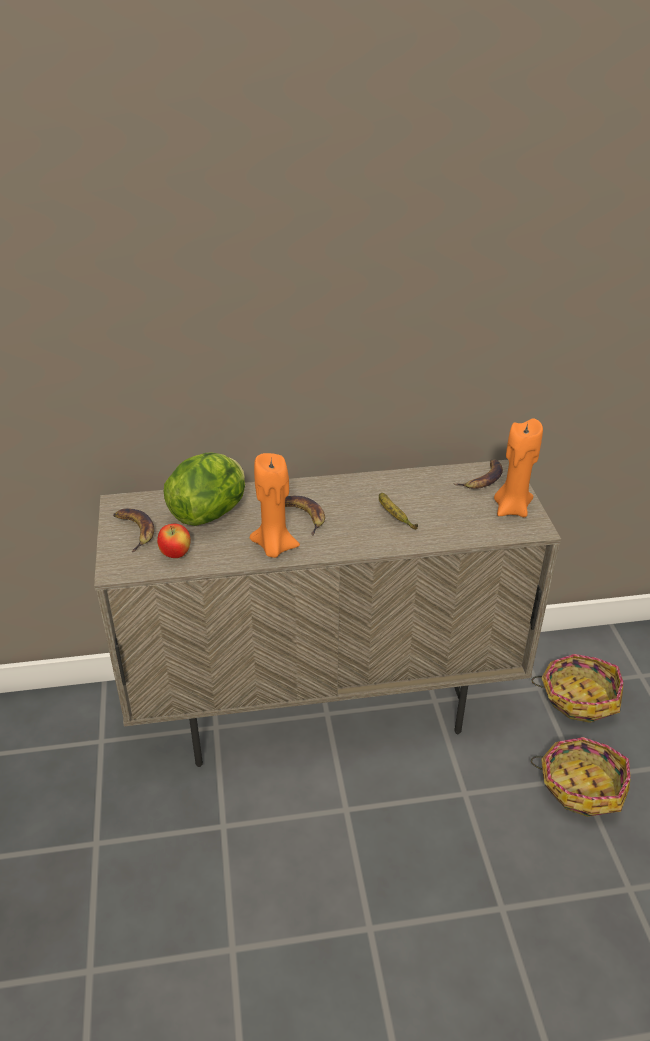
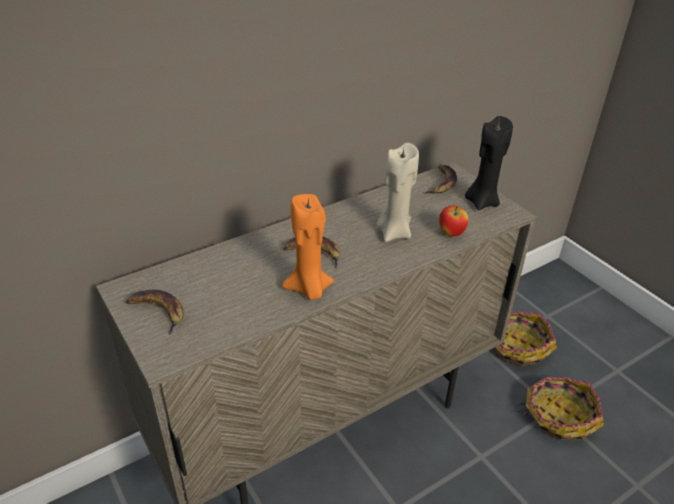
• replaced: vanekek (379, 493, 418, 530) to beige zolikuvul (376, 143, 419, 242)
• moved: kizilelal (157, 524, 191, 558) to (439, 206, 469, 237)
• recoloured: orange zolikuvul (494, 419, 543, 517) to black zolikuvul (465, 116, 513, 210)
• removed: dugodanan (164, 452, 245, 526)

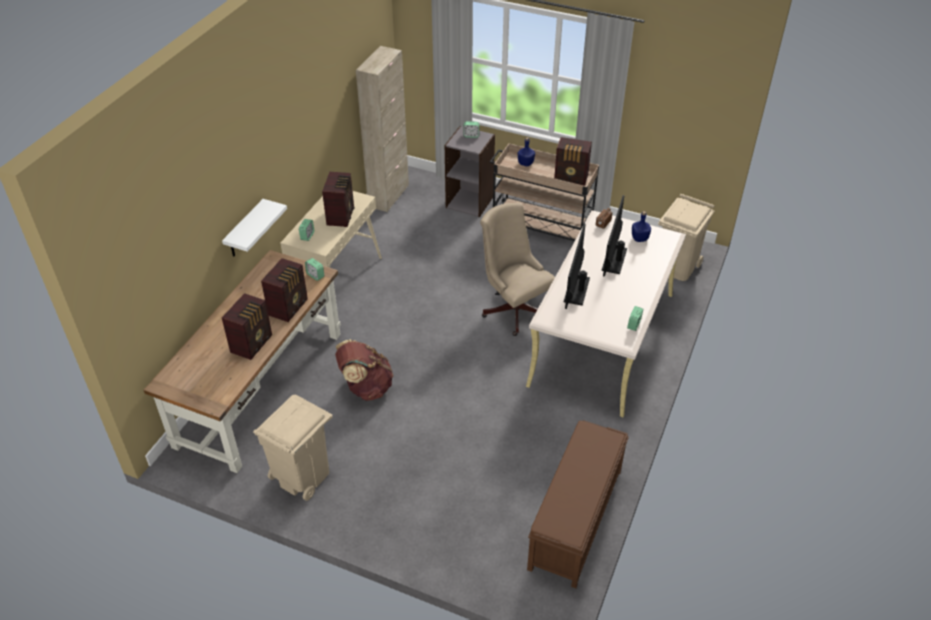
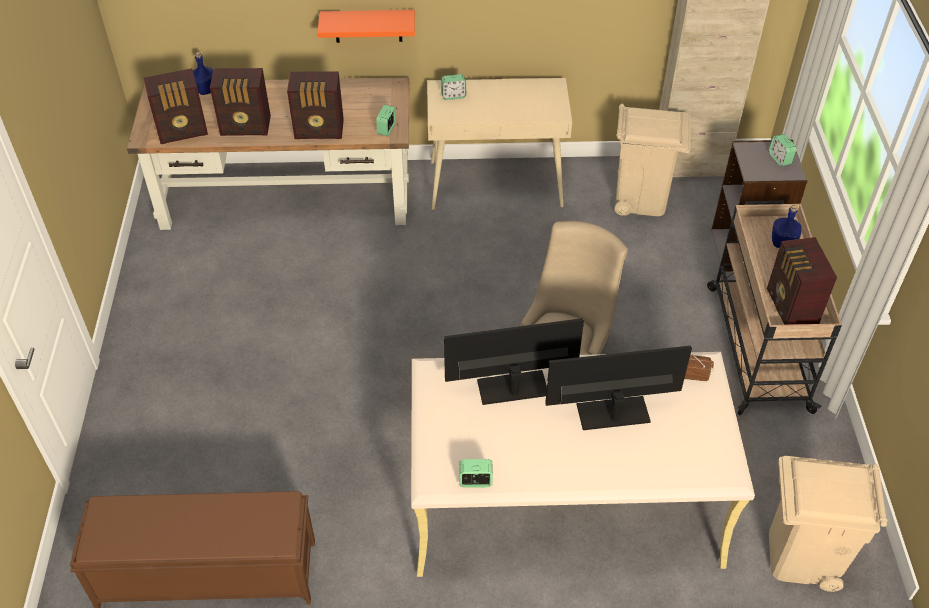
• moved: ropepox (322, 172, 354, 227) to (143, 68, 208, 144)
• moved: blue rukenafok (632, 211, 651, 242) to (193, 52, 214, 95)
• recoloured: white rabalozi (222, 199, 287, 257) to orange rabalozi (317, 10, 415, 43)
• moved: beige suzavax (253, 395, 332, 501) to (615, 104, 691, 216)
• removed: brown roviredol (335, 339, 393, 401)

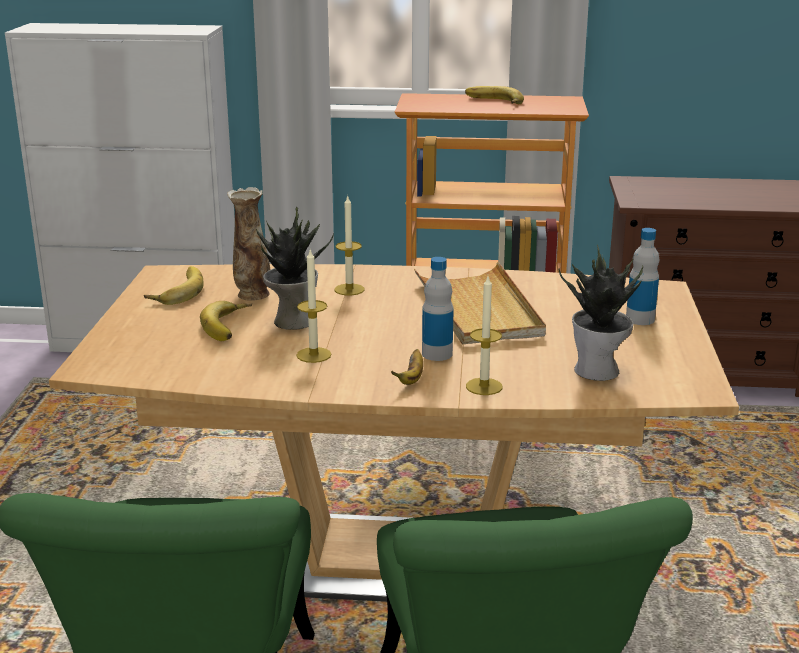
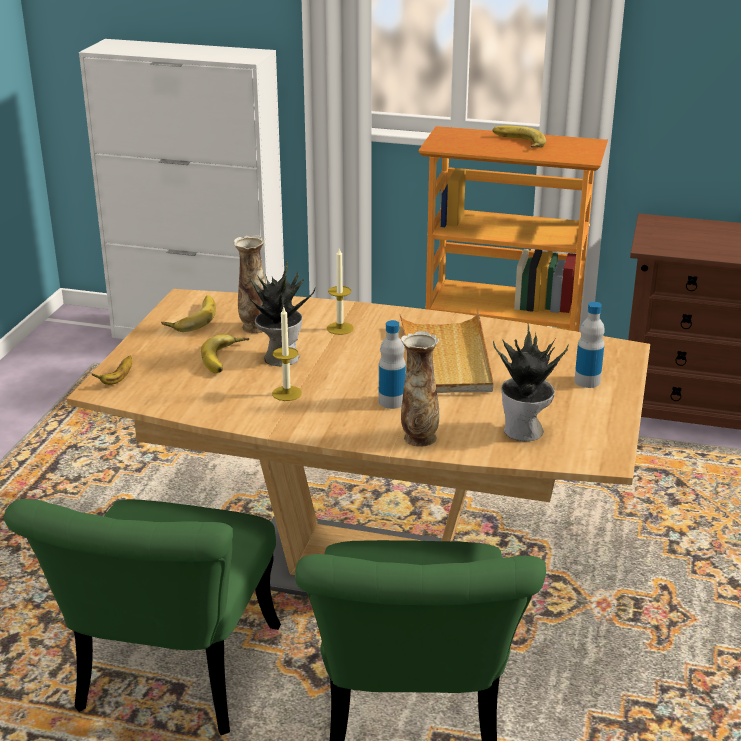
• moved: vanekek (391, 349, 423, 385) to (92, 355, 132, 385)
• replaced: zolikuvul (466, 276, 502, 395) to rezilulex (401, 331, 439, 447)

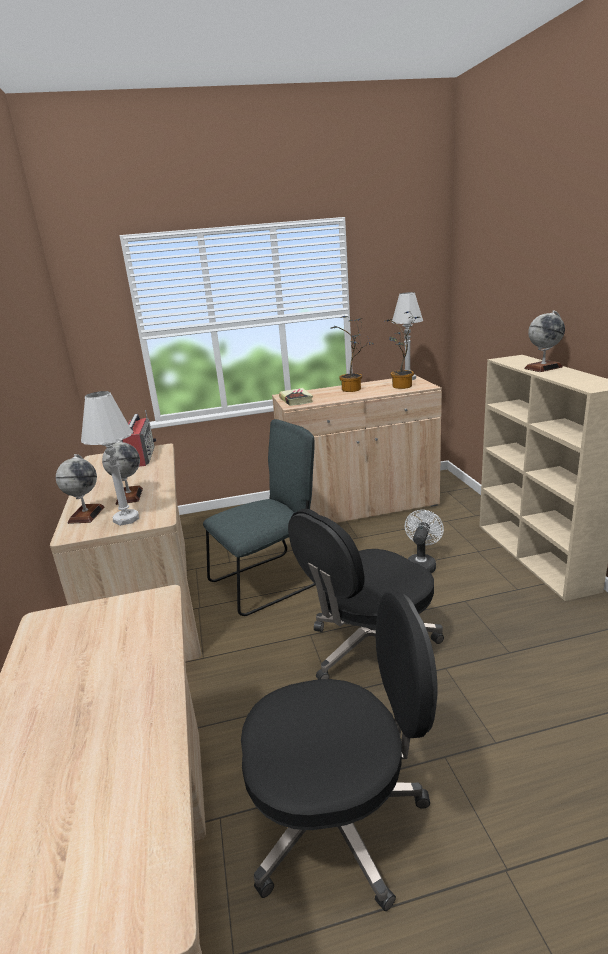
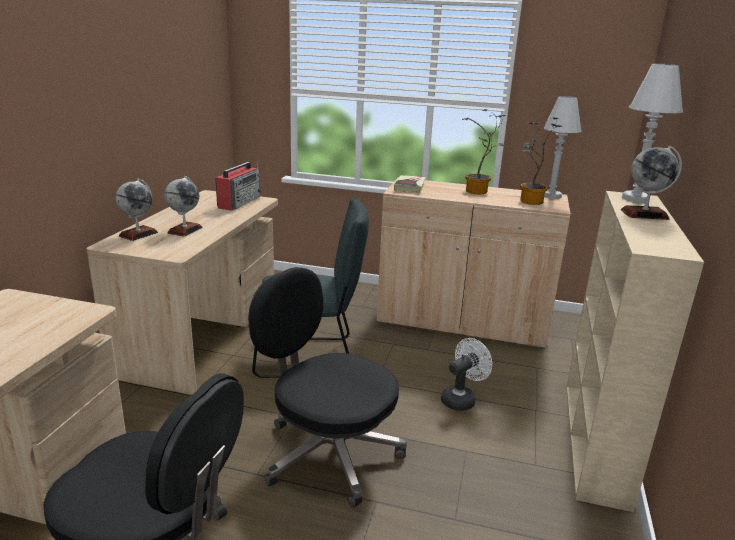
• turned: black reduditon (288, 509, 444, 679) = (248, 267, 407, 507) 45 degrees clockwise
• moved: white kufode (81, 391, 139, 526) to (622, 63, 683, 203)

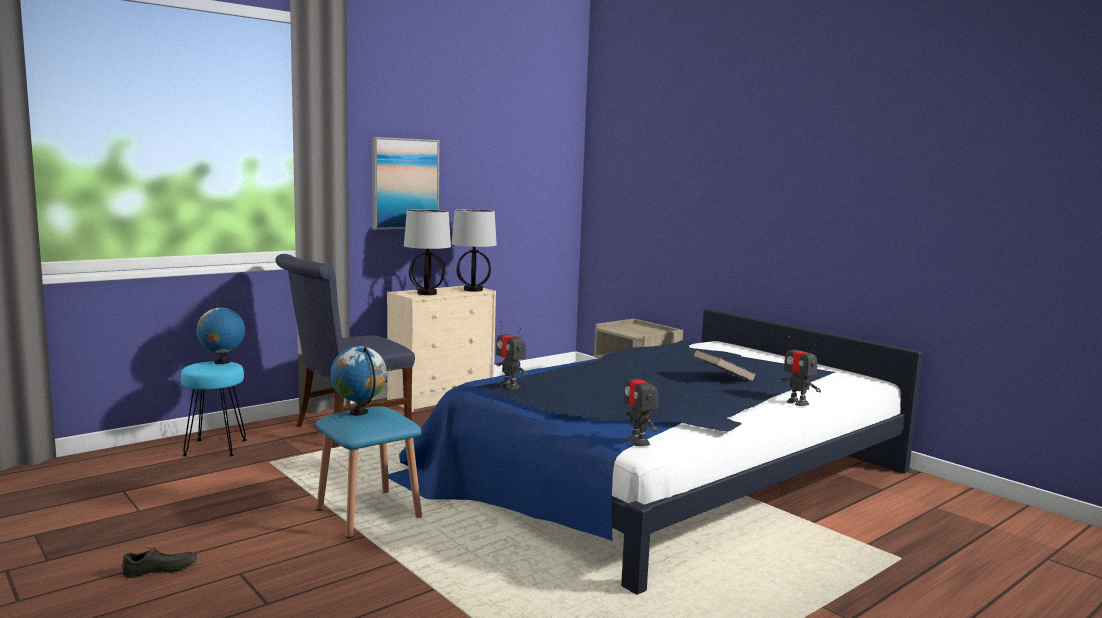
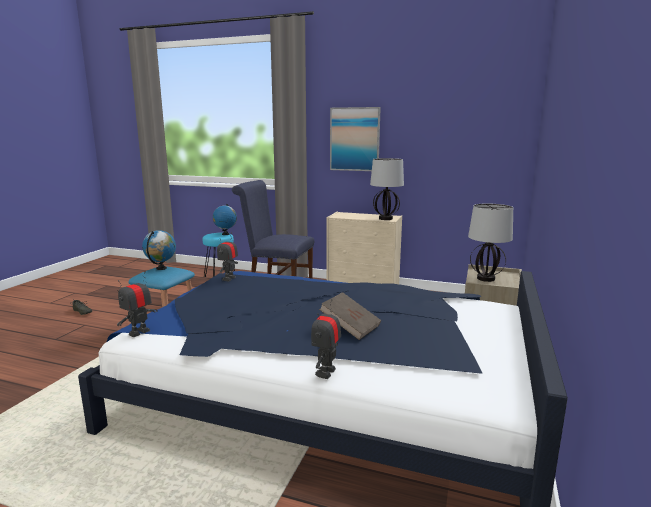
• moved: kufode (404, 209, 451, 295) to (468, 204, 513, 282)

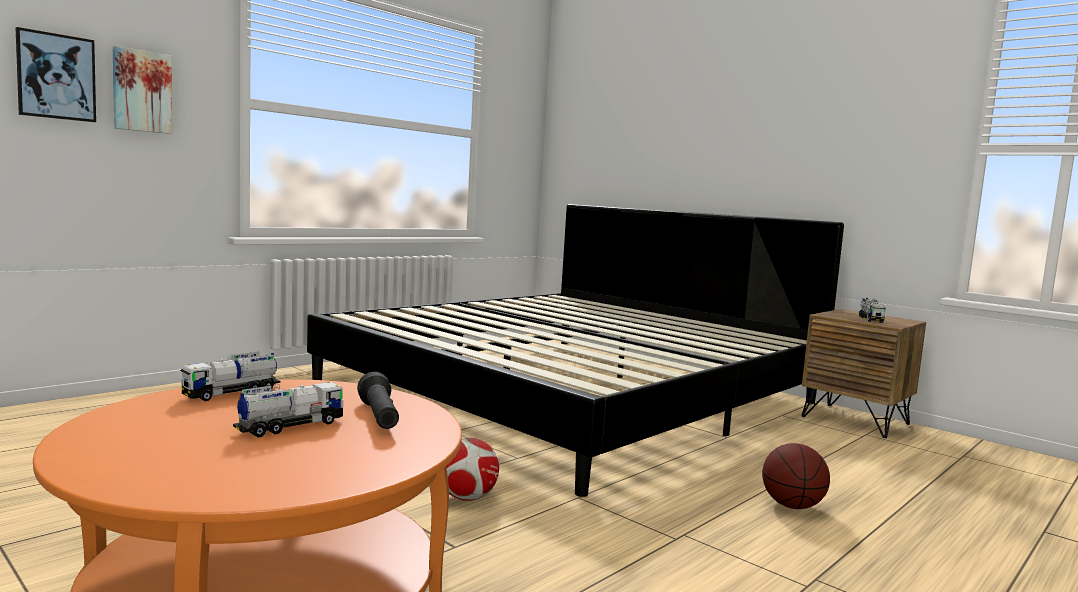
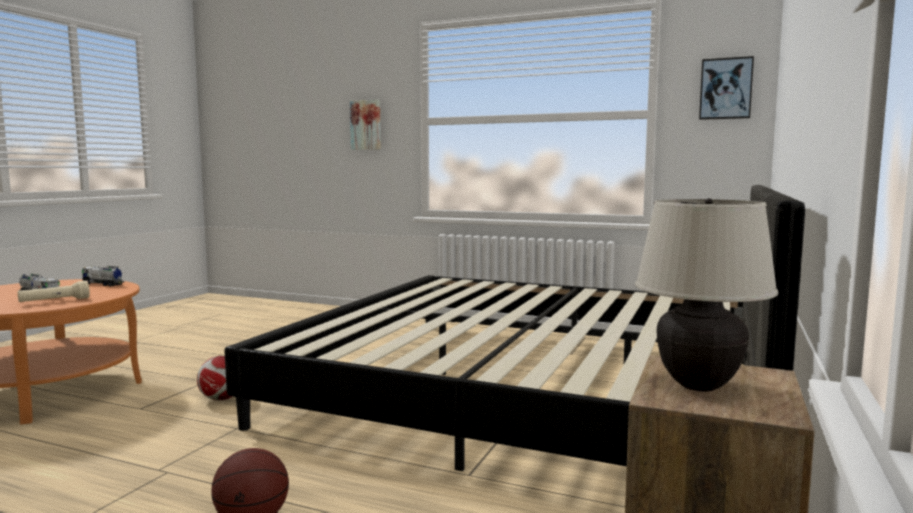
• recoloured: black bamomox (357, 372, 399, 429) to beige bamomox (18, 281, 90, 302)
• replaced: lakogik (859, 298, 886, 323) to beige kufode (635, 198, 778, 392)
• moved: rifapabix (16, 27, 96, 122) to (699, 56, 754, 120)

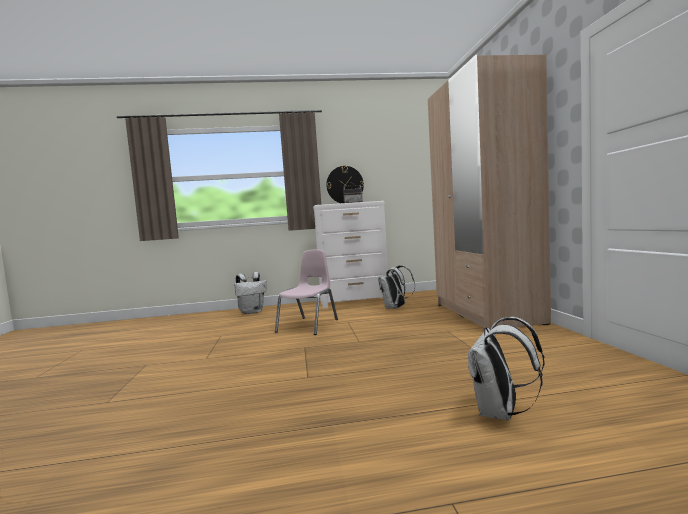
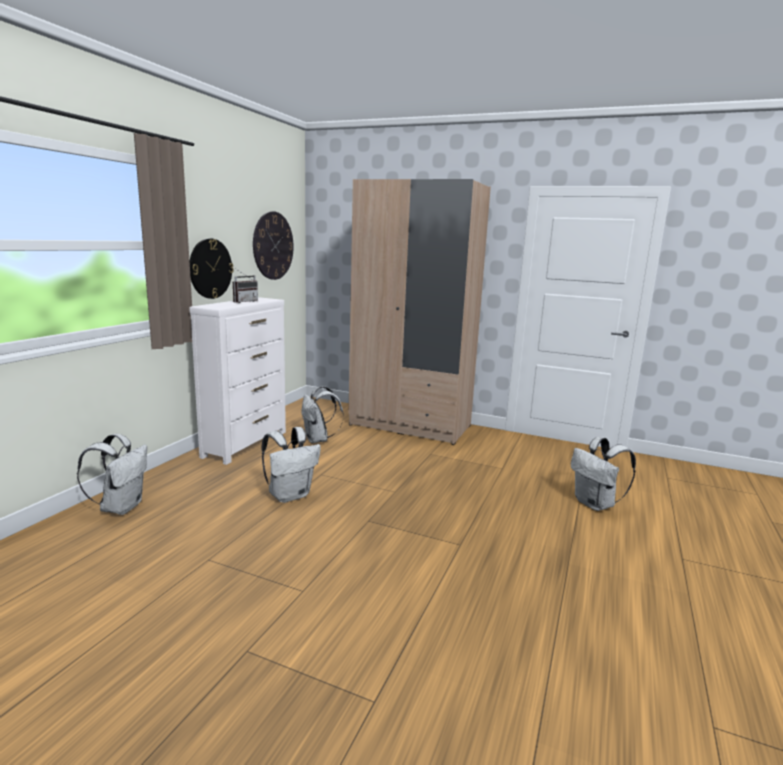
• added: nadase (253, 211, 294, 280)
• replaced: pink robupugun (275, 250, 338, 335) to white roviredol (262, 427, 321, 503)

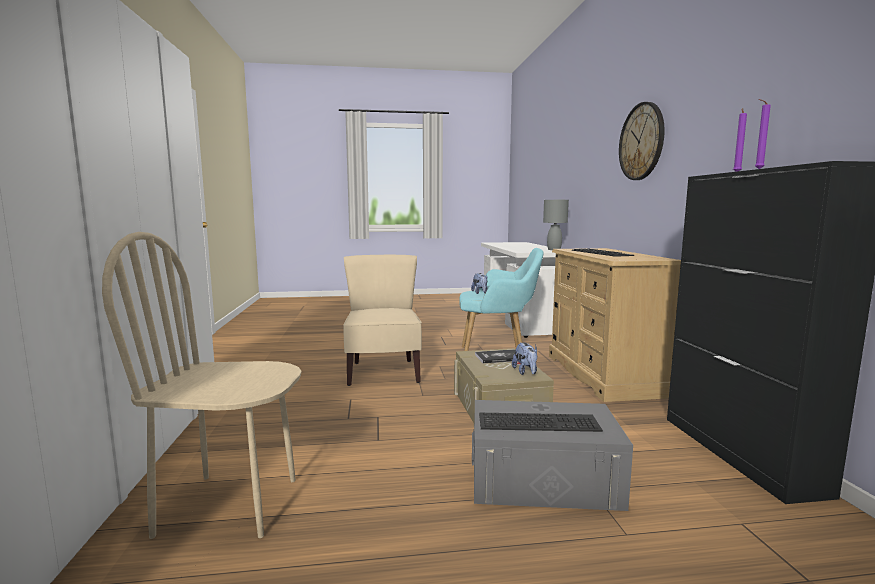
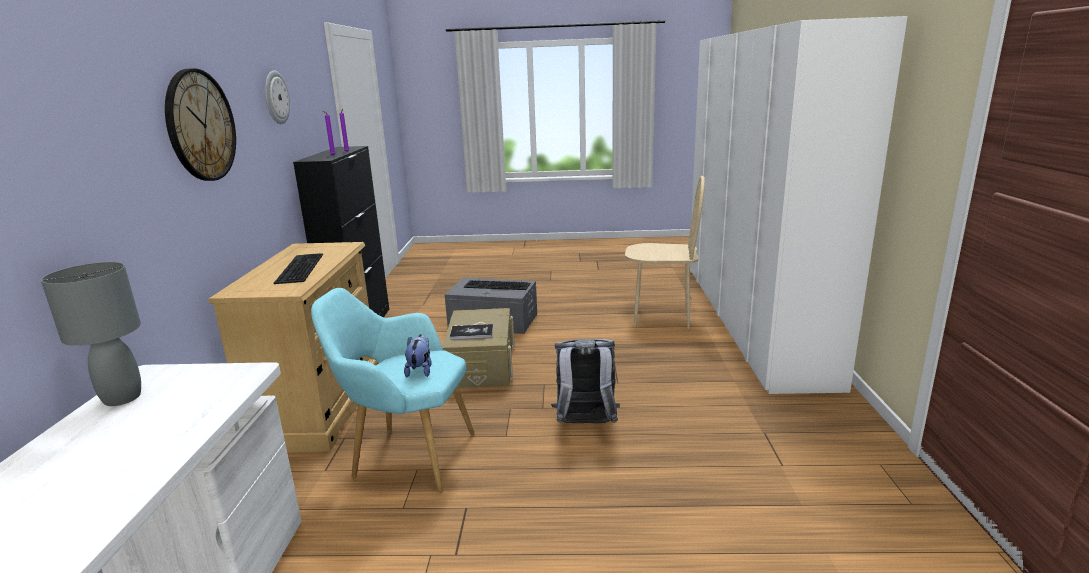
• added: nadase (265, 70, 290, 124)
• replaced: beige robupugun (343, 255, 422, 386) to grey roviredol (551, 339, 620, 423)
• removed: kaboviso (512, 342, 537, 375)

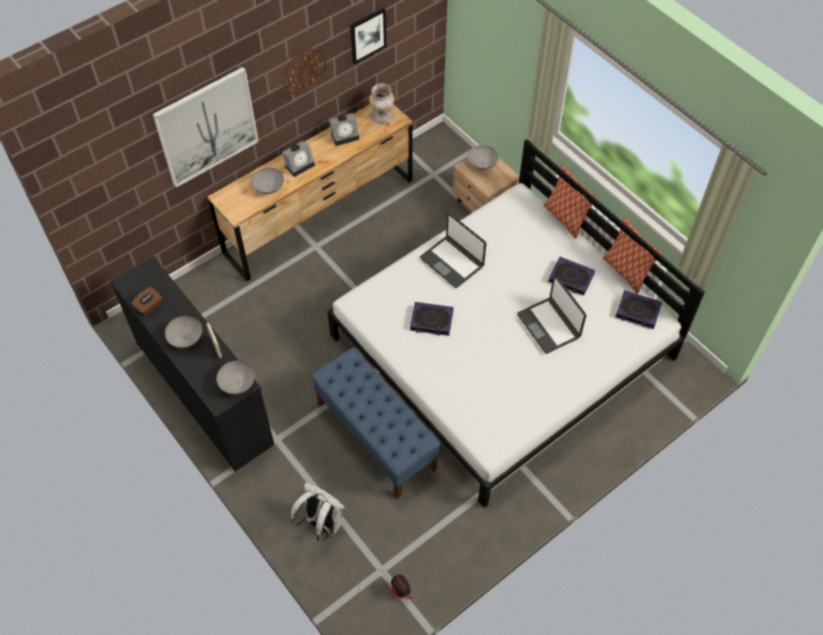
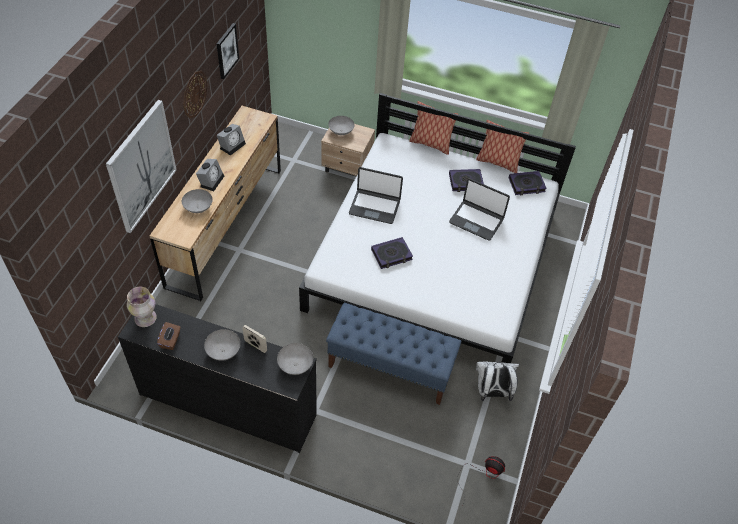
• moved: rezilulex (370, 83, 394, 123) to (127, 286, 157, 327)
• moved: white roviredol (291, 483, 347, 541) to (476, 362, 519, 401)

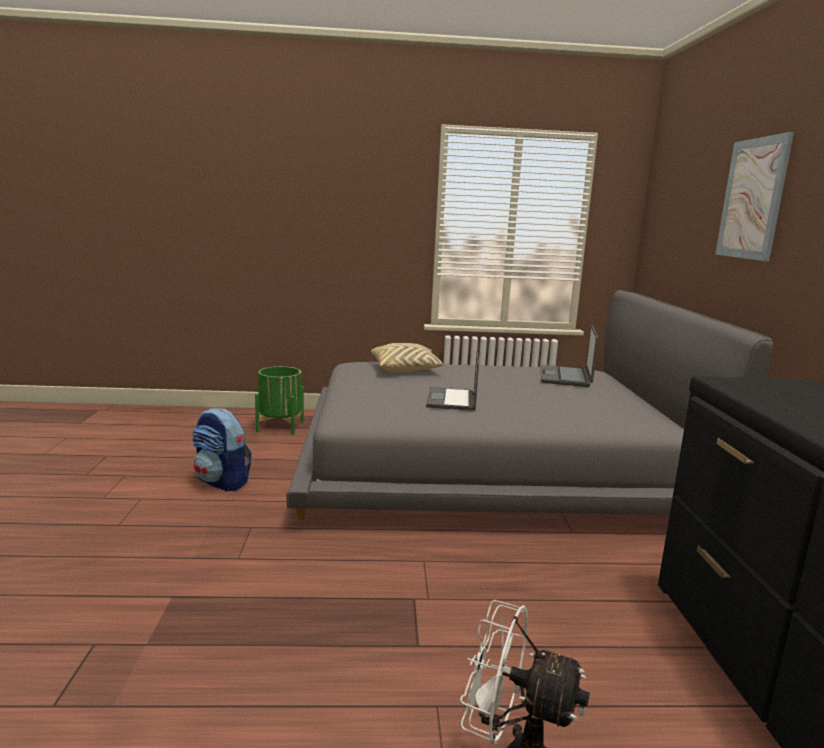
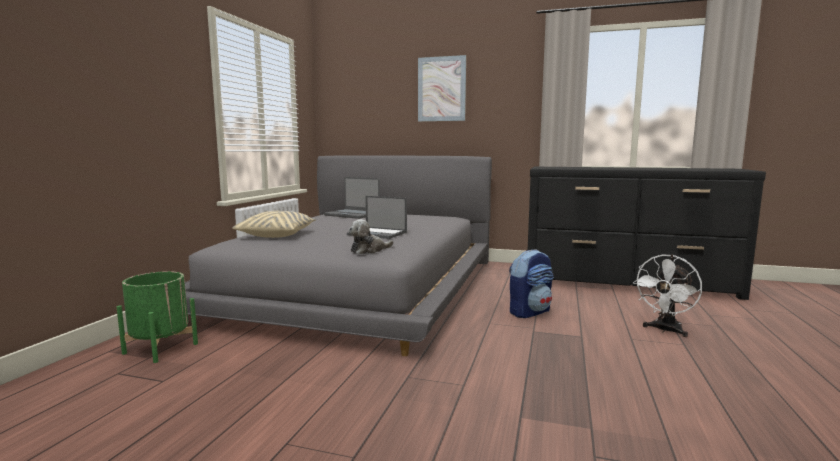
• added: kaboviso (349, 219, 393, 254)
• moved: roviredol (192, 408, 252, 492) to (509, 249, 554, 318)

